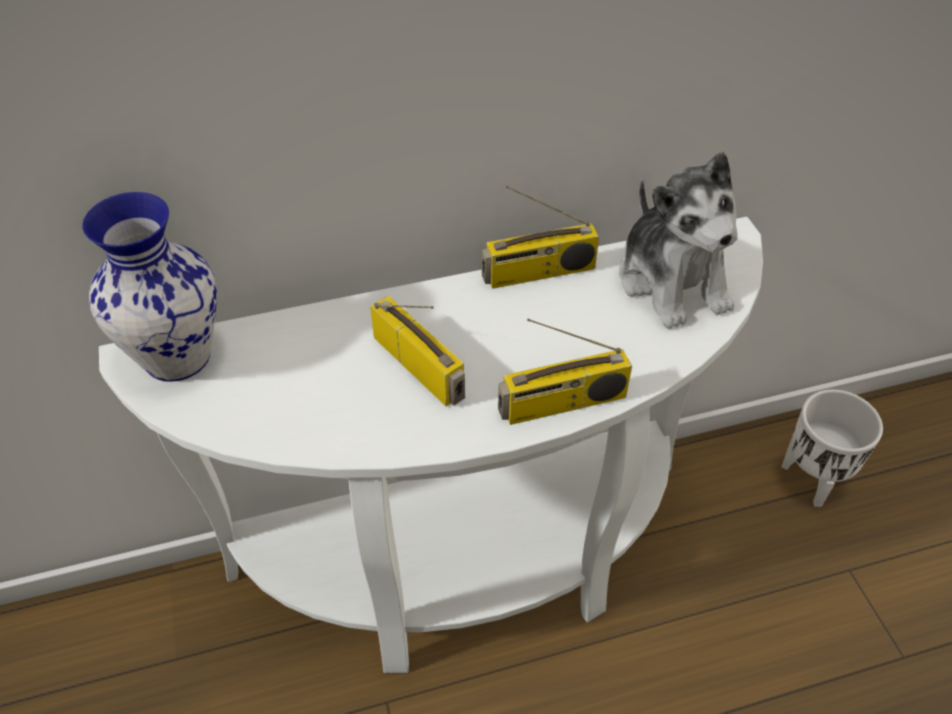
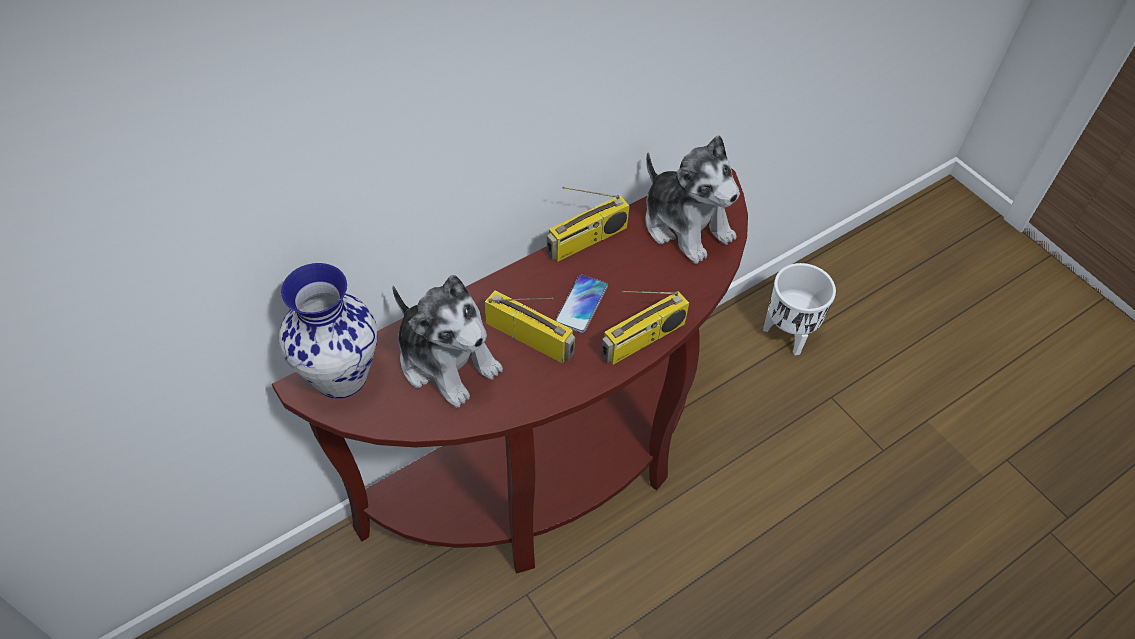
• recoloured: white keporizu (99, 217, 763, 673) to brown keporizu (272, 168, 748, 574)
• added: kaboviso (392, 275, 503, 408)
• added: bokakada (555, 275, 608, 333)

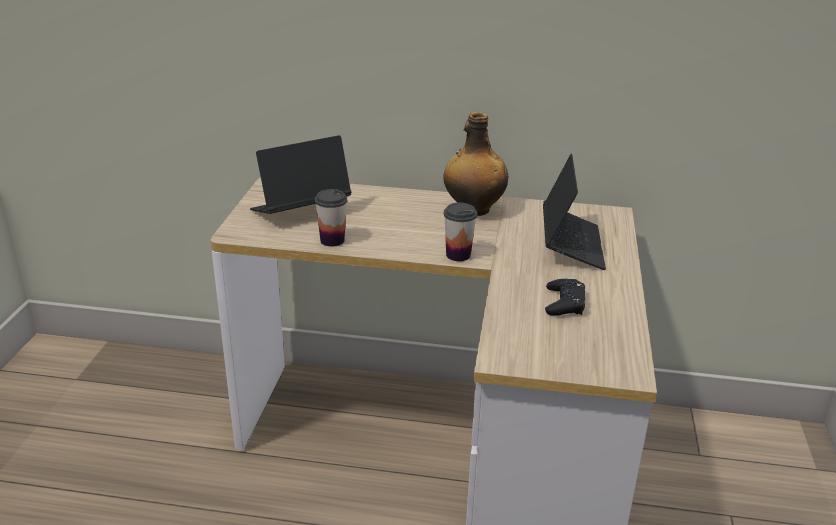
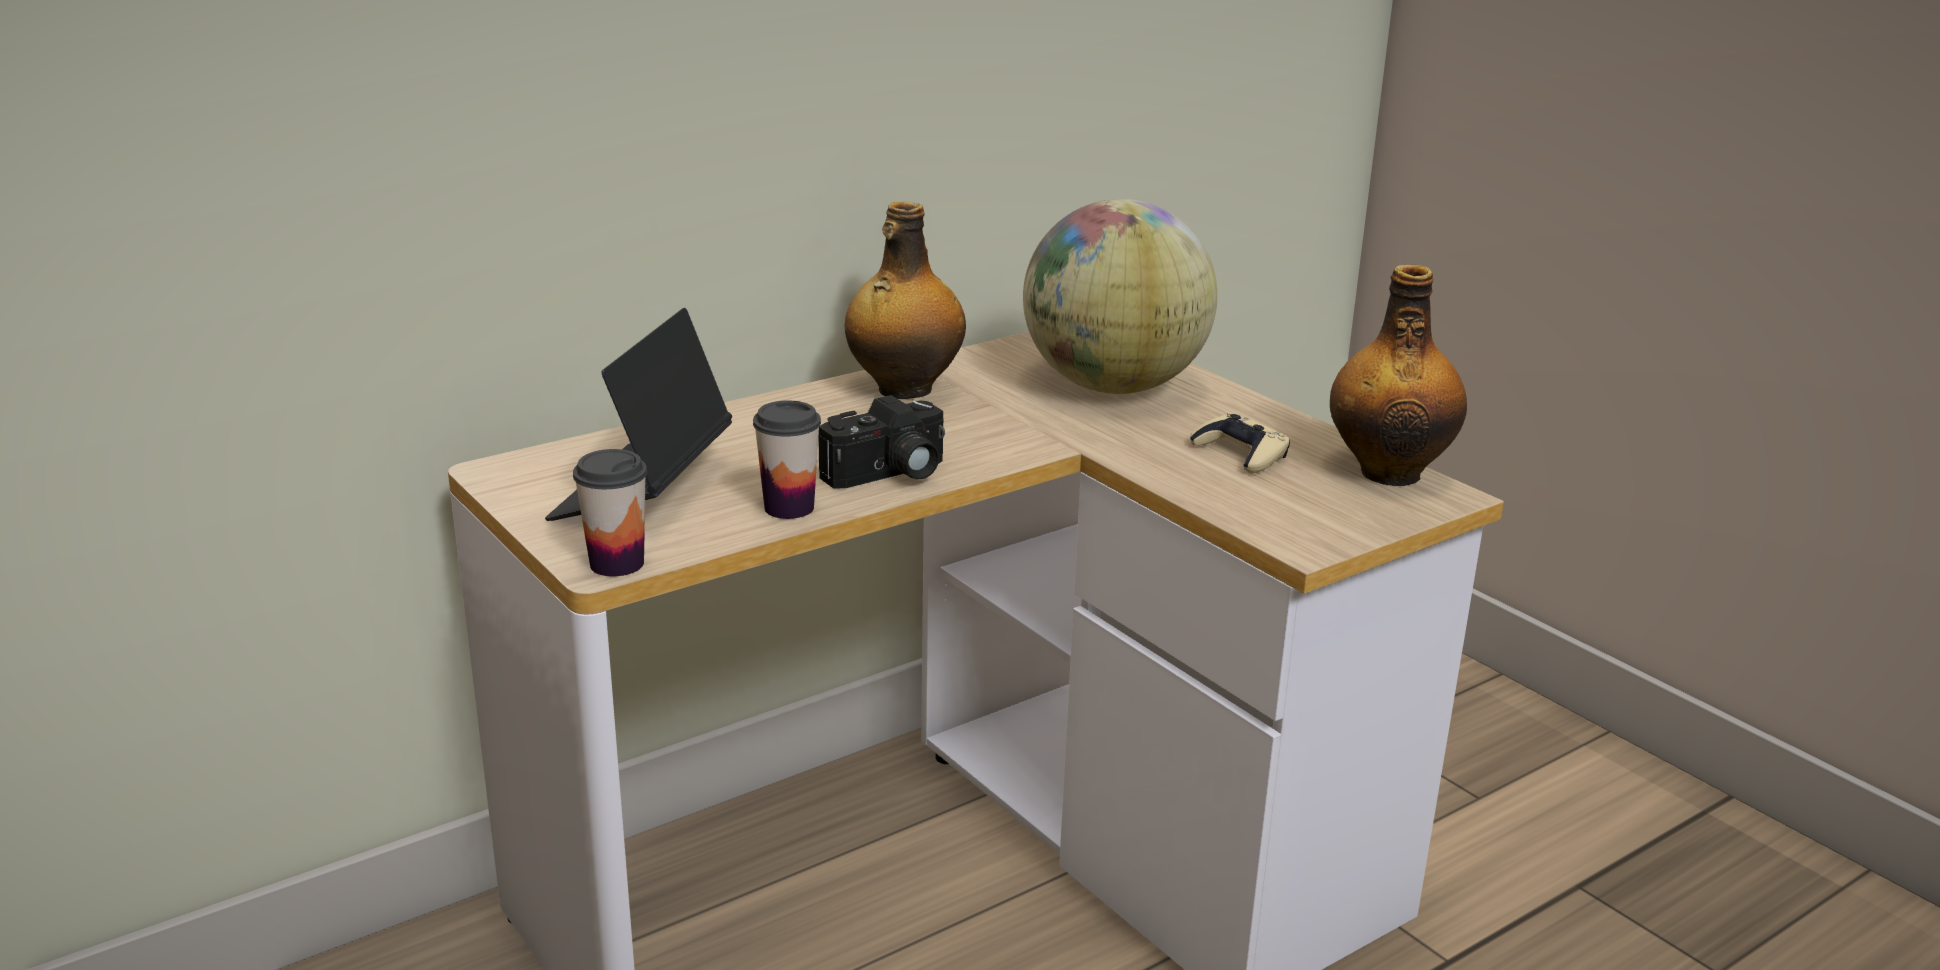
• moved: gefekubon (444, 203, 477, 261) to (573, 449, 647, 576)
• added: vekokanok (818, 395, 945, 489)
• replaced: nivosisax (543, 154, 606, 270) to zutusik (1023, 199, 1217, 394)
• recoloured: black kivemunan (545, 279, 585, 316) to beige kivemunan (1190, 413, 1290, 473)
• added: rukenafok (1330, 265, 1467, 486)

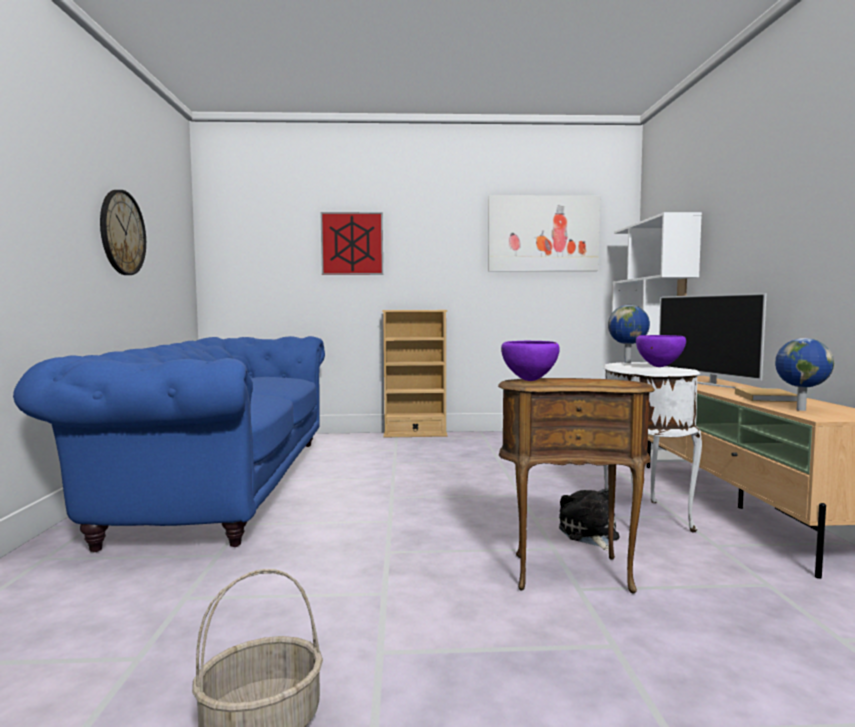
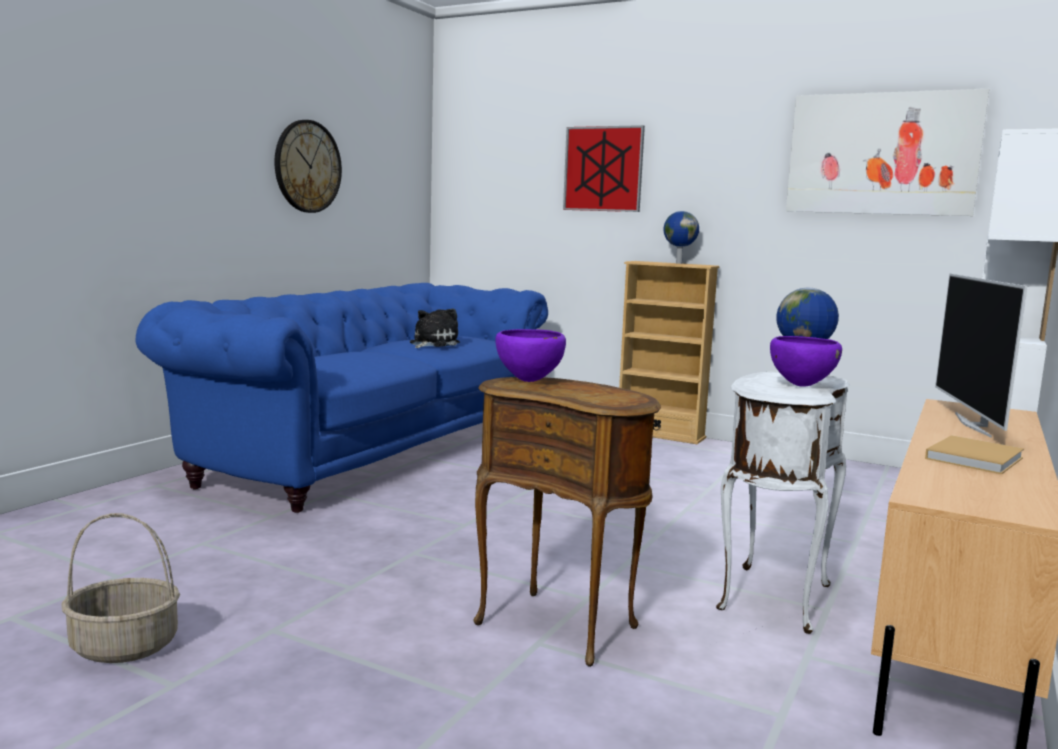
• moved: kaboviso (559, 488, 619, 551) to (410, 308, 460, 348)
• moved: zutusik (775, 338, 834, 411) to (664, 211, 699, 264)

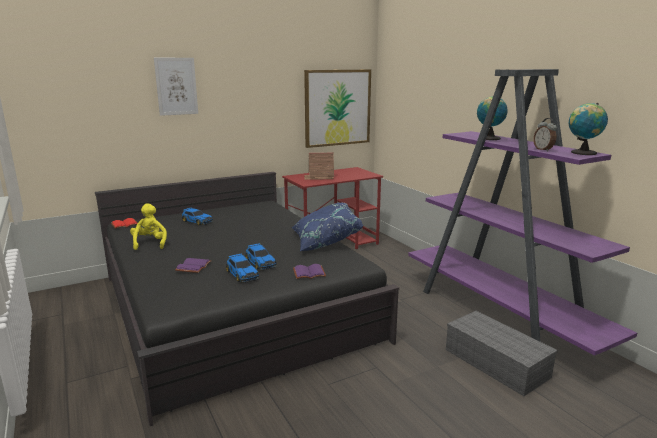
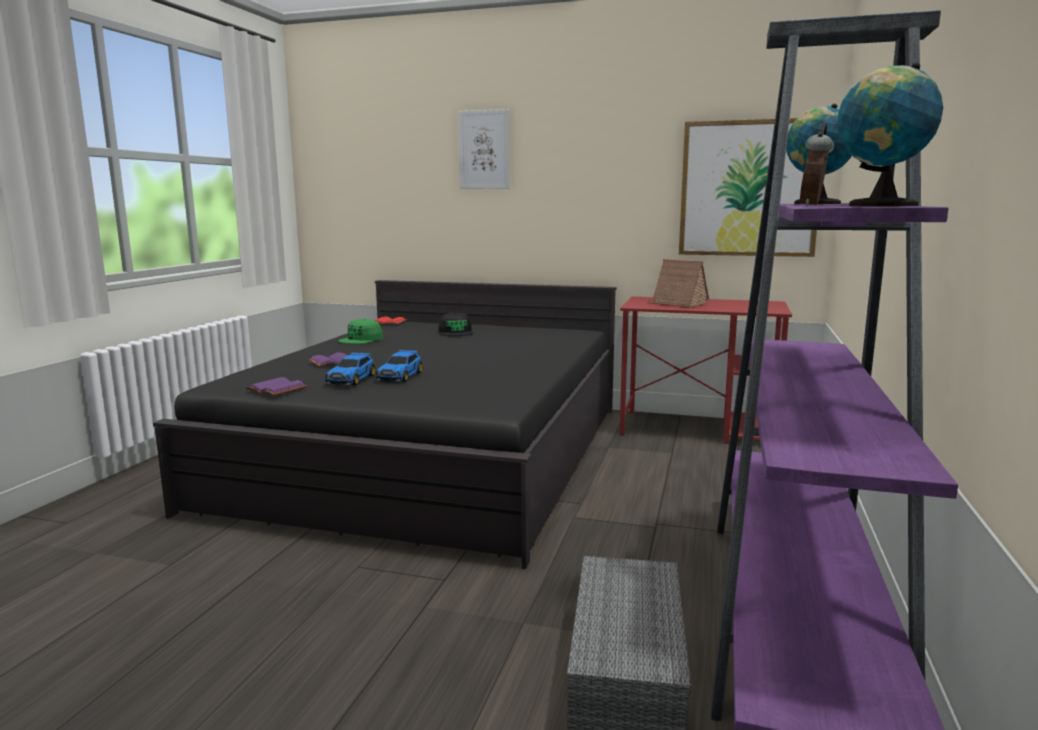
• moved: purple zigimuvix (293, 264, 326, 279) to (246, 377, 307, 396)
• replaced: yellow kaboviso (130, 203, 167, 250) to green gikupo (338, 319, 383, 344)
• replaced: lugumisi (182, 208, 213, 225) to black gikupo (439, 312, 473, 336)
• removed: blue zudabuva (292, 203, 363, 251)

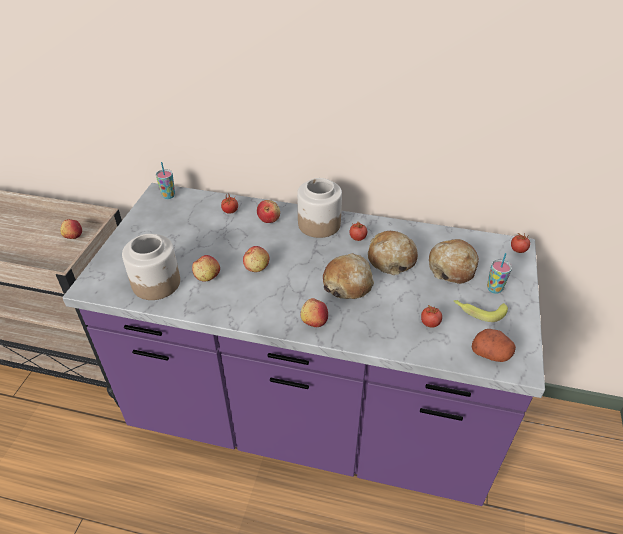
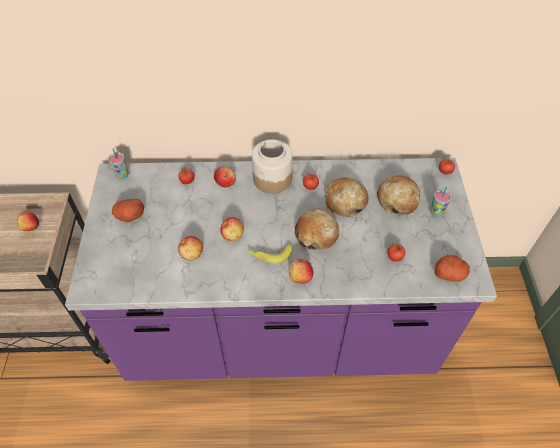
• added: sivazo (112, 199, 144, 222)
• moved: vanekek (454, 300, 508, 322) to (247, 244, 293, 264)
• removed: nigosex (122, 234, 180, 300)

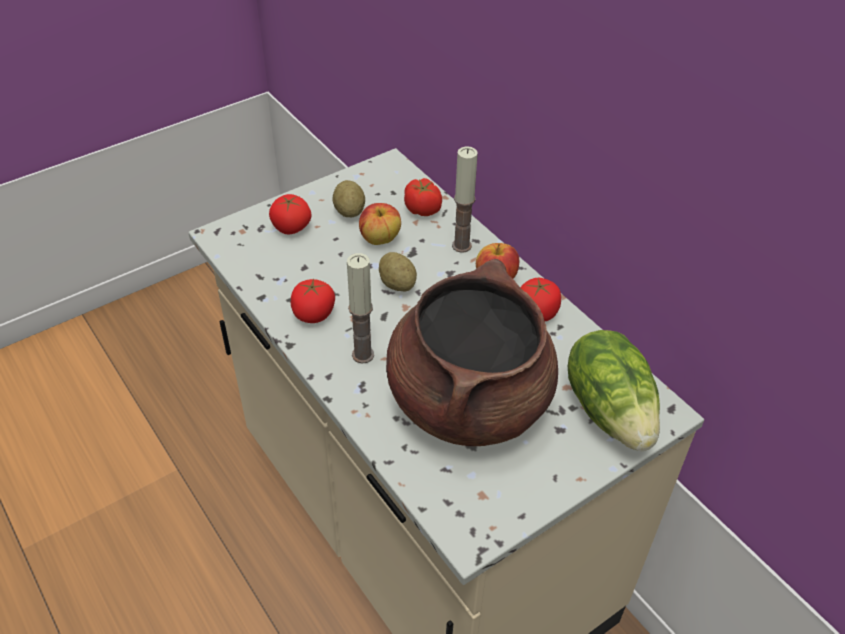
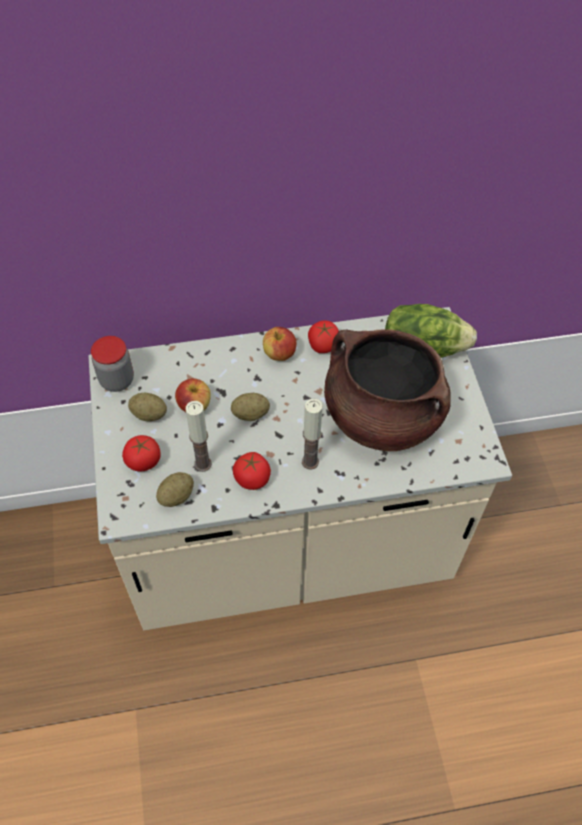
• added: nigosex (91, 336, 134, 392)
• added: sivazo (156, 472, 194, 507)
• moved: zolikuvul (452, 146, 478, 253) to (185, 401, 212, 472)
• removed: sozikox (404, 178, 442, 216)

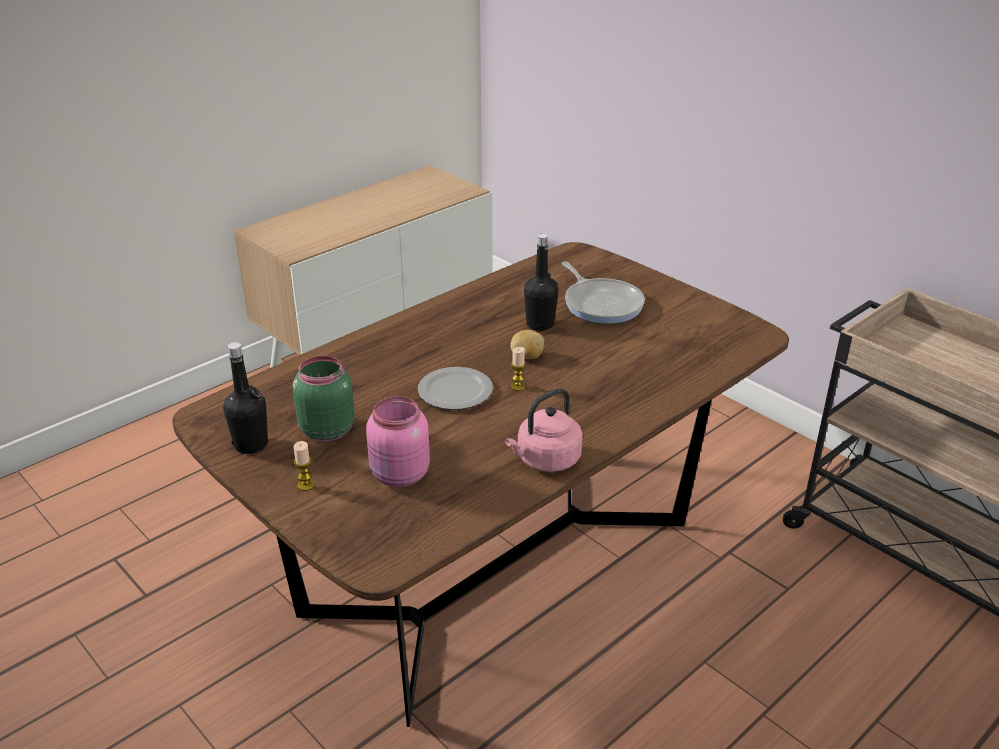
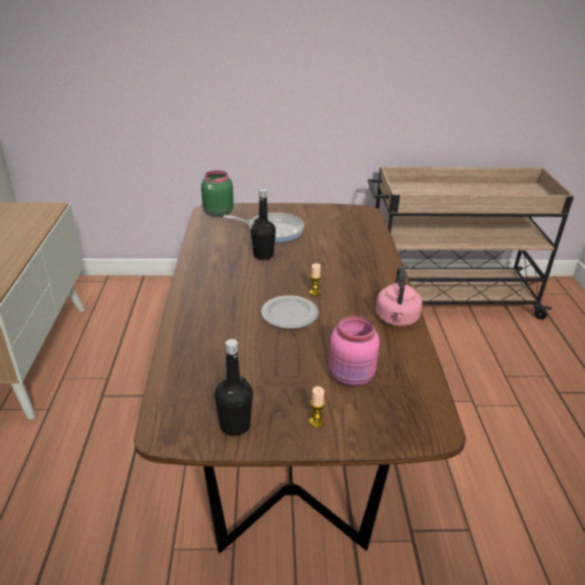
• moved: green nigosex (293, 356, 355, 441) to (201, 170, 234, 218)
• removed: sivazo (510, 330, 545, 359)

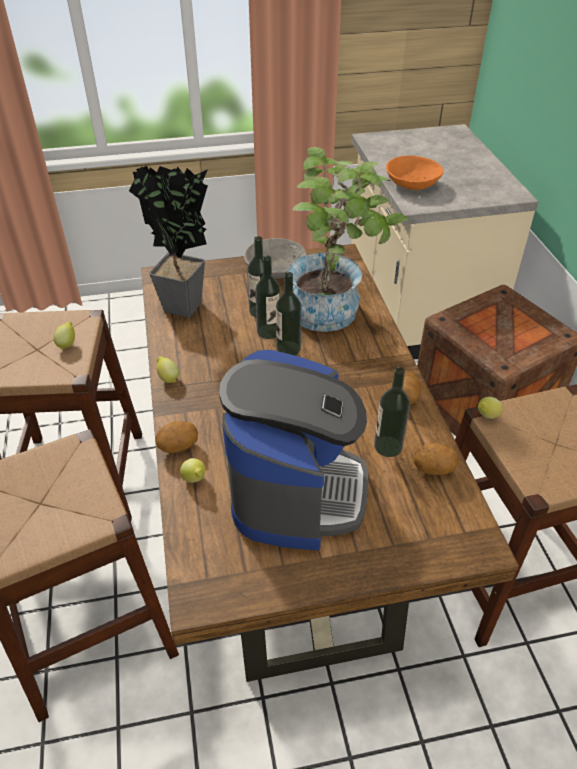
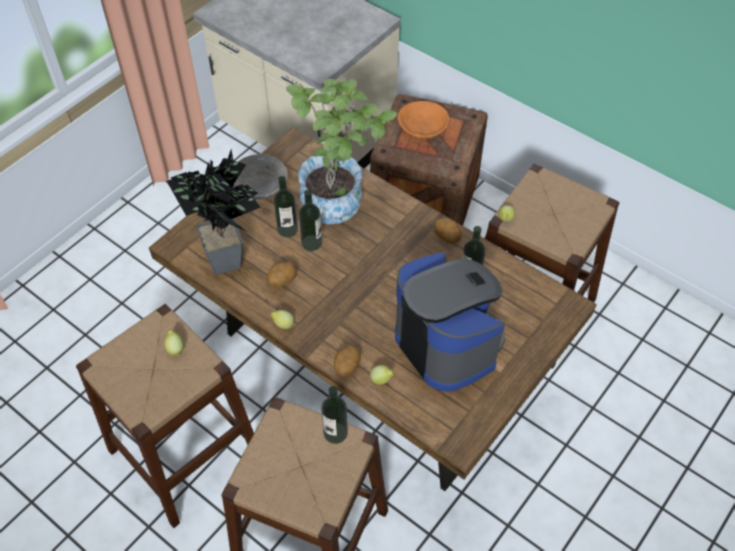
• moved: sivazo (413, 443, 459, 475) to (267, 262, 297, 287)
• moved: rukenafok (276, 272, 302, 355) to (322, 386, 348, 444)
• moved: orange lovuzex (386, 155, 443, 190) to (398, 101, 449, 139)

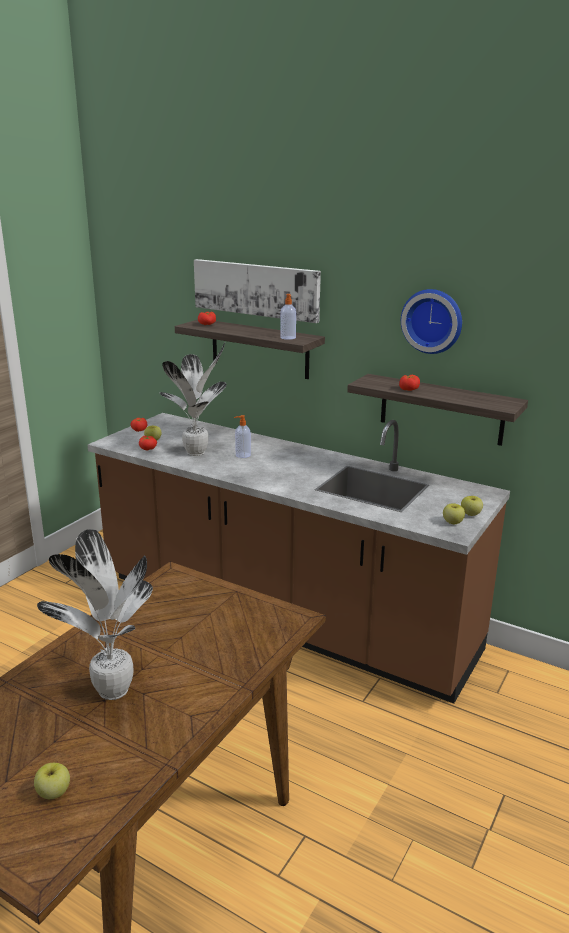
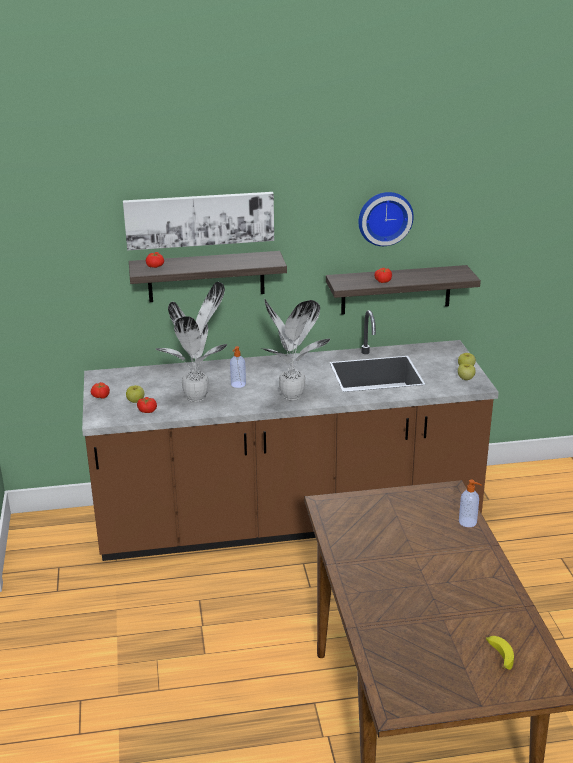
• moved: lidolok (37, 529, 153, 700) to (264, 299, 330, 400)
• moved: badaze (280, 294, 296, 340) to (459, 480, 482, 527)
• replaced: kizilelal (34, 763, 70, 799) to vanekek (486, 636, 514, 670)

